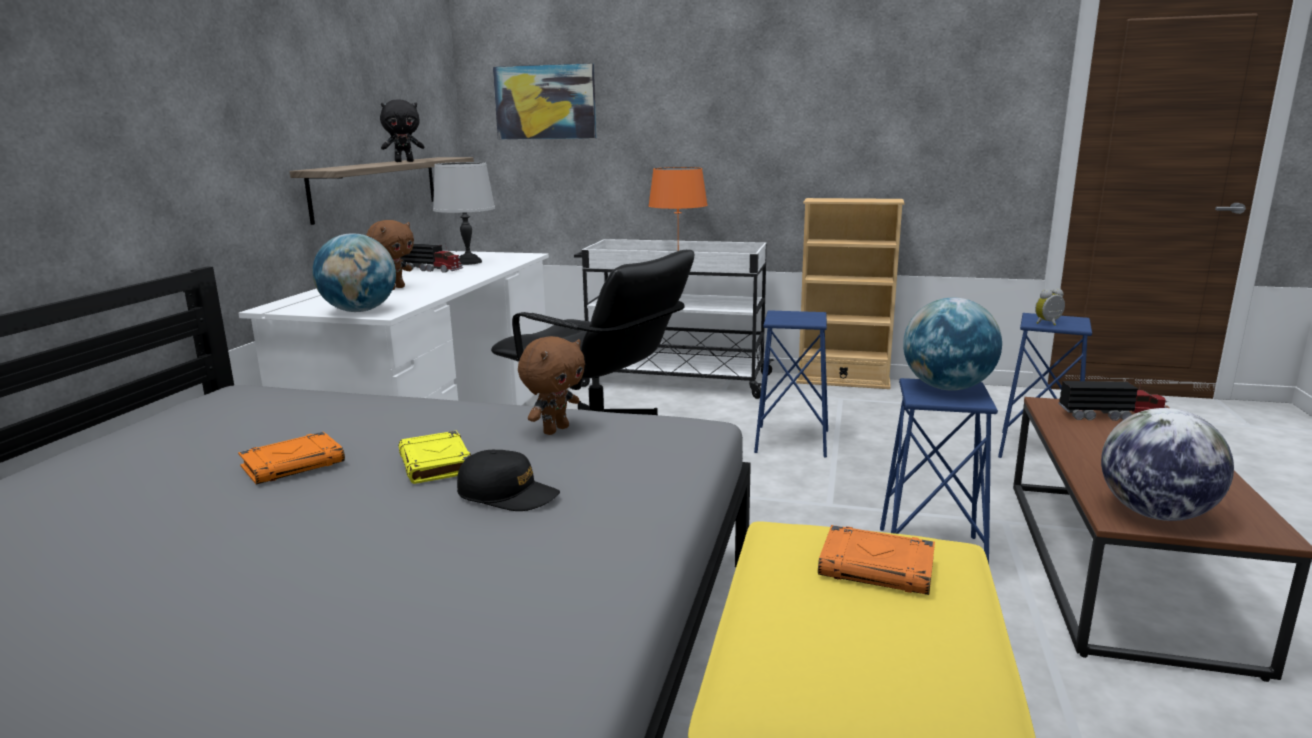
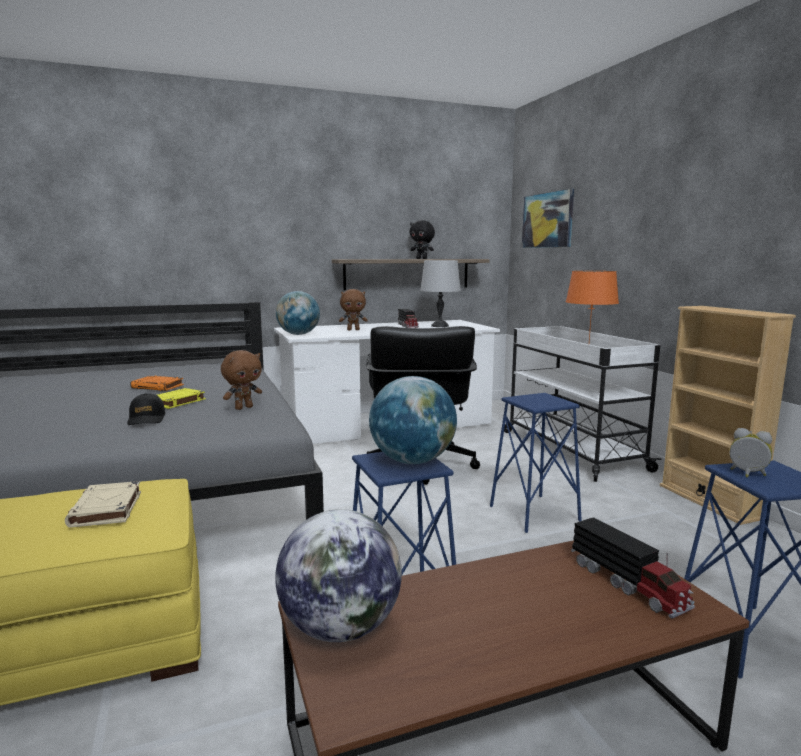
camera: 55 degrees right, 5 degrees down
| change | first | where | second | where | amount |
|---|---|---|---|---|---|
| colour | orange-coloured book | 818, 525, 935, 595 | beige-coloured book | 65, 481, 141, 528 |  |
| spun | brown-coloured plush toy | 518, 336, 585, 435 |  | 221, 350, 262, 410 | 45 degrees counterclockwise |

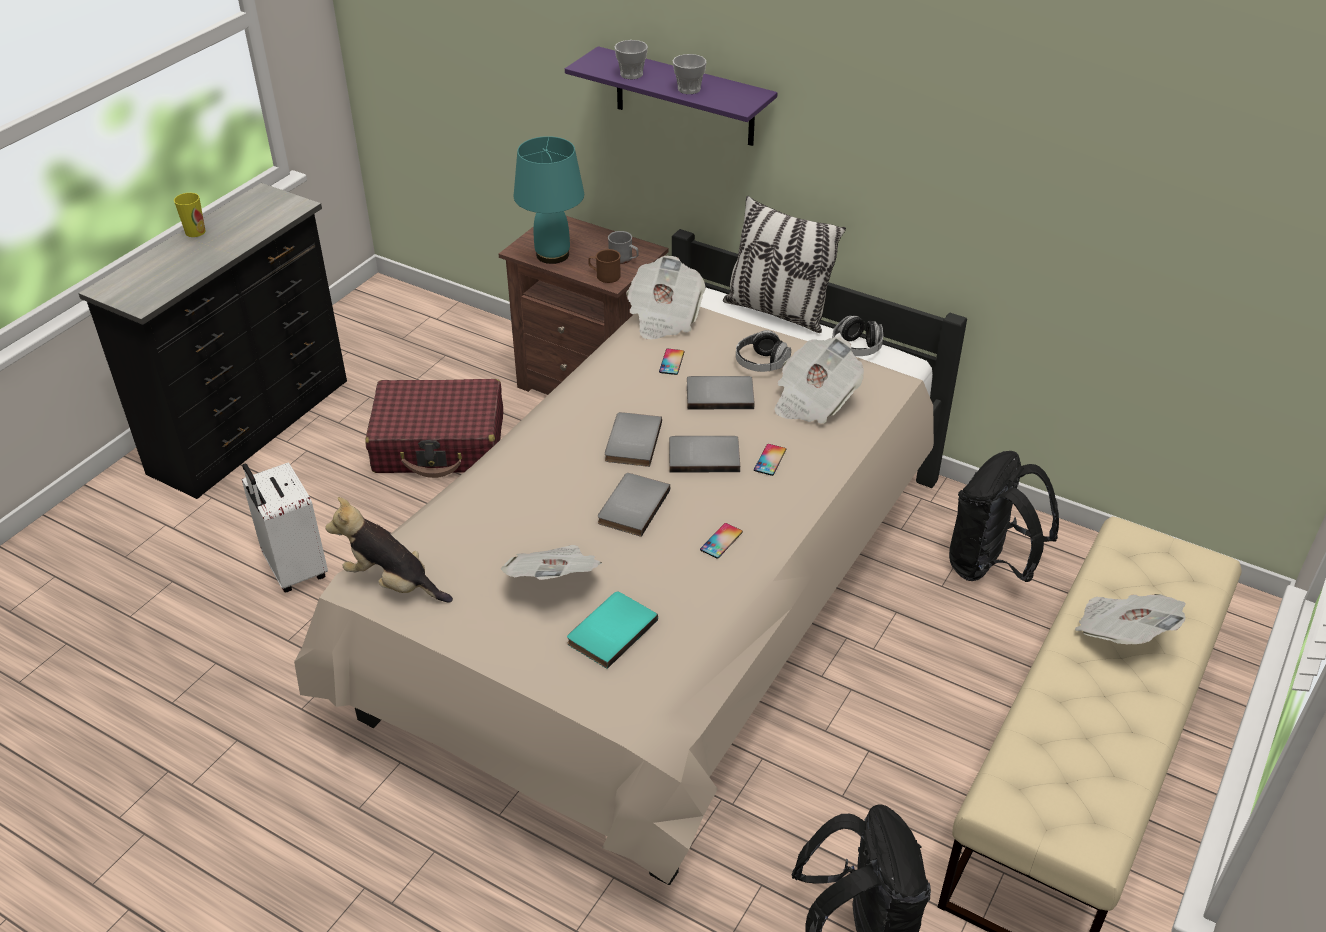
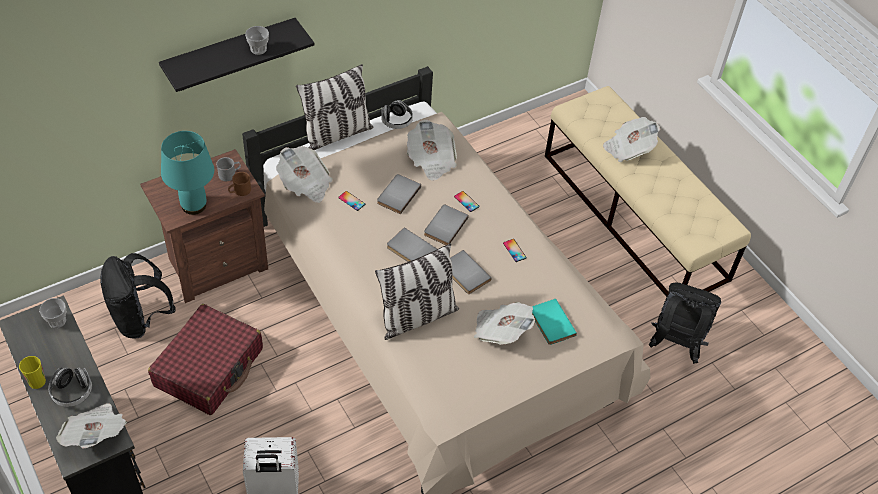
camera: 65 degrees left, 10 degrees up
| change | first | where | second | where | amount |
|---|---|---|---|---|---|
| missing | plush toy | 325, 497, 453, 603 |  |  |  |
| appeared |  |  | printed paper | 56, 403, 127, 449 |  |
| appeared |  |  | cushion | 375, 244, 459, 340 |  |
| relocated | drinking cup | 615, 40, 648, 79 |  | 39, 298, 66, 328 |  |
| relocated | headset | 736, 330, 791, 372 |  | 48, 367, 92, 407 |  |
| relocated | black rucksack | 949, 451, 1059, 582 |  | 100, 253, 176, 339 |  |
| colour | purple-coloured shelf | 565, 46, 777, 146 | black shelf | 159, 18, 314, 92 |  |

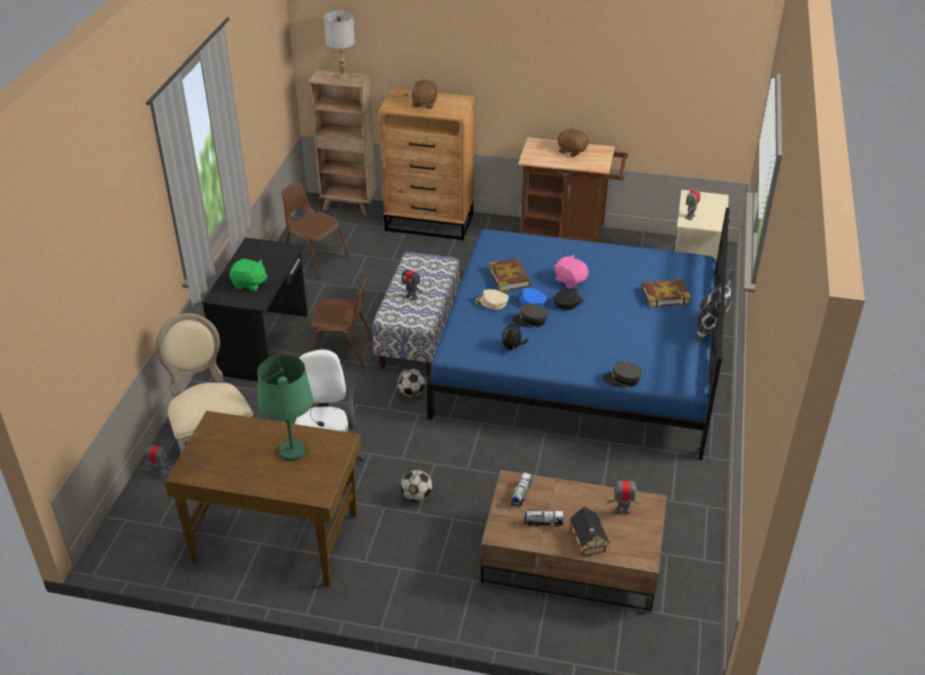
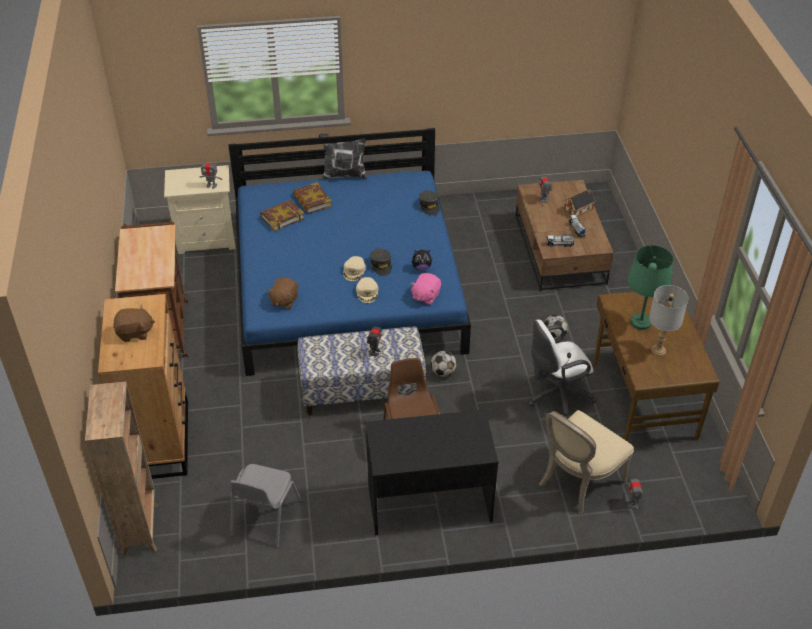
camera: 110 degrees left, 5 degrees up
| change | first | where | second | where | amount |
|---|---|---|---|---|---|
| missing | green-coloured plush toy | 230, 259, 268, 291 |  |  |  |
| missing | black peaked cap | 553, 288, 584, 310 |  |  |  |
| relocated | greyish tabletop lamp | 324, 10, 355, 81 |  | 649, 285, 688, 356 |  |
| relocated | book | 489, 258, 531, 292 |  | 260, 200, 304, 231 |  |
| relocated | pink-coloured plush toy | 554, 255, 589, 288 |  | 410, 273, 441, 305 |  |
| relocated | brown-coloured plush toy | 558, 128, 589, 157 |  | 267, 277, 298, 309 |  |
| colour | brown-coloured chair | 281, 182, 350, 279 | greyish chair | 230, 464, 301, 548 |  |
| colour | bluish peaked cap | 515, 288, 547, 306 | beige-coloured peaked cap | 343, 256, 366, 281 |  |

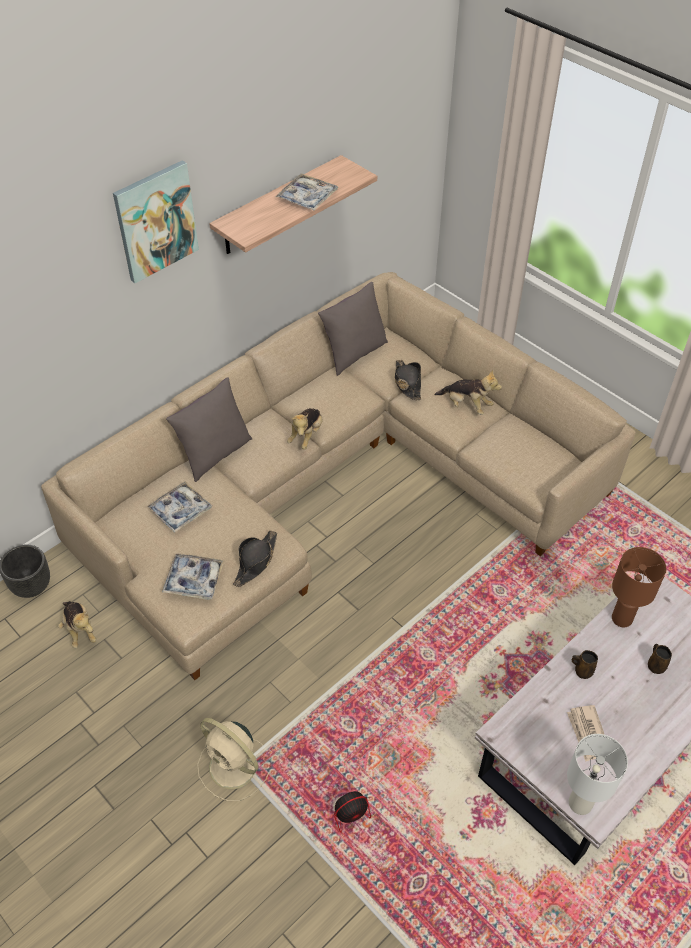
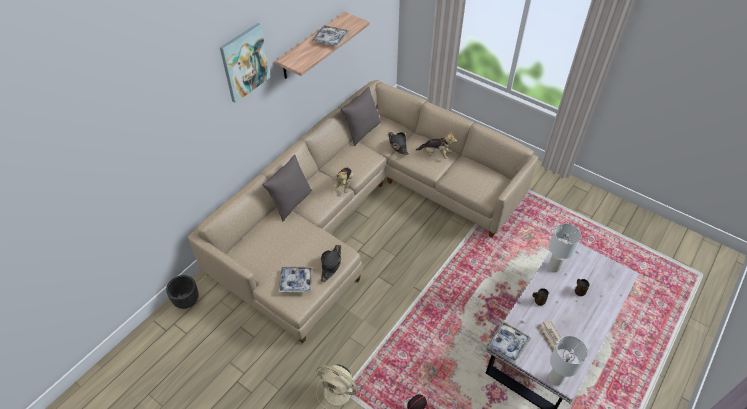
camera: 10 degrees left, 0 degrees up
| change | first | where | second | where | amount |
|---|---|---|---|---|---|
| missing | plush toy | 58, 601, 96, 648 |  |  |  |
| relocated | serving tray | 147, 481, 212, 533 |  | 487, 321, 531, 363 |  |
| colour | brown-coloured tabletop lamp | 612, 547, 666, 628 | white tabletop lamp | 548, 223, 581, 272 |  |

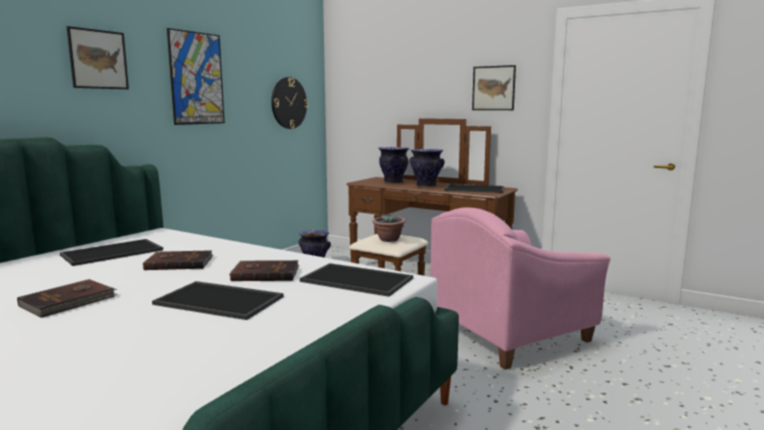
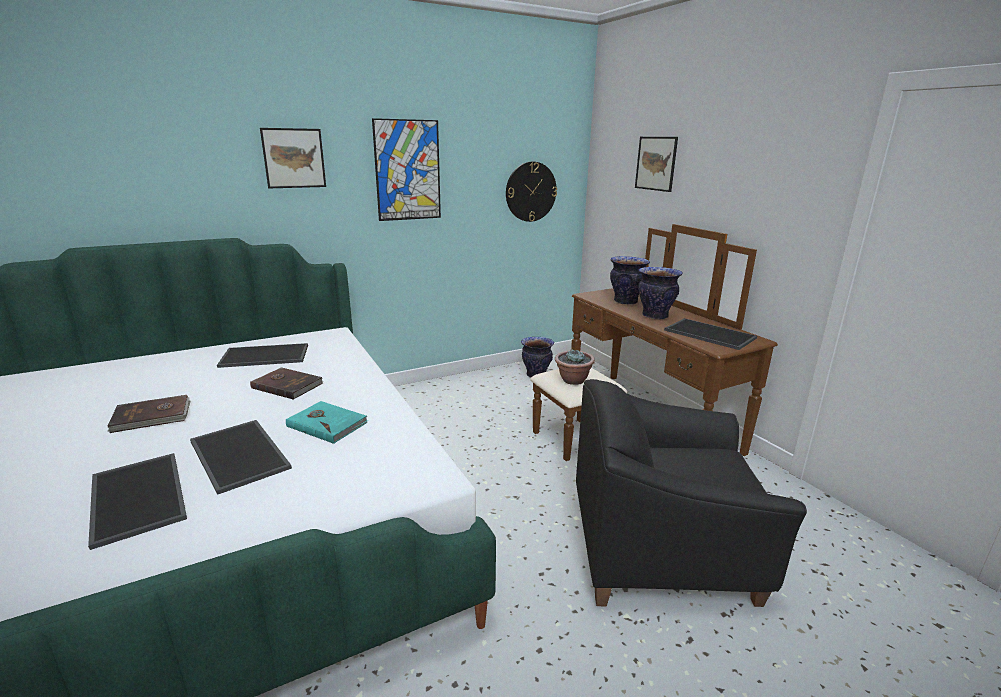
camera: 30 degrees right, 10 degrees up
| change | first | where | second | where | amount |
|---|---|---|---|---|---|
| relocated | serving tray | 300, 263, 413, 297 |  | 88, 453, 187, 550 |  |
| relocated | wall art | 472, 65, 516, 110 |  | 635, 137, 678, 192 |  |
| colour | brown-coloured book | 229, 260, 299, 281 | turquoise book | 286, 401, 368, 444 |  |
| colour | pink-coloured lounge chair | 430, 207, 611, 370 | black lounge chair | 576, 379, 807, 607 |  |

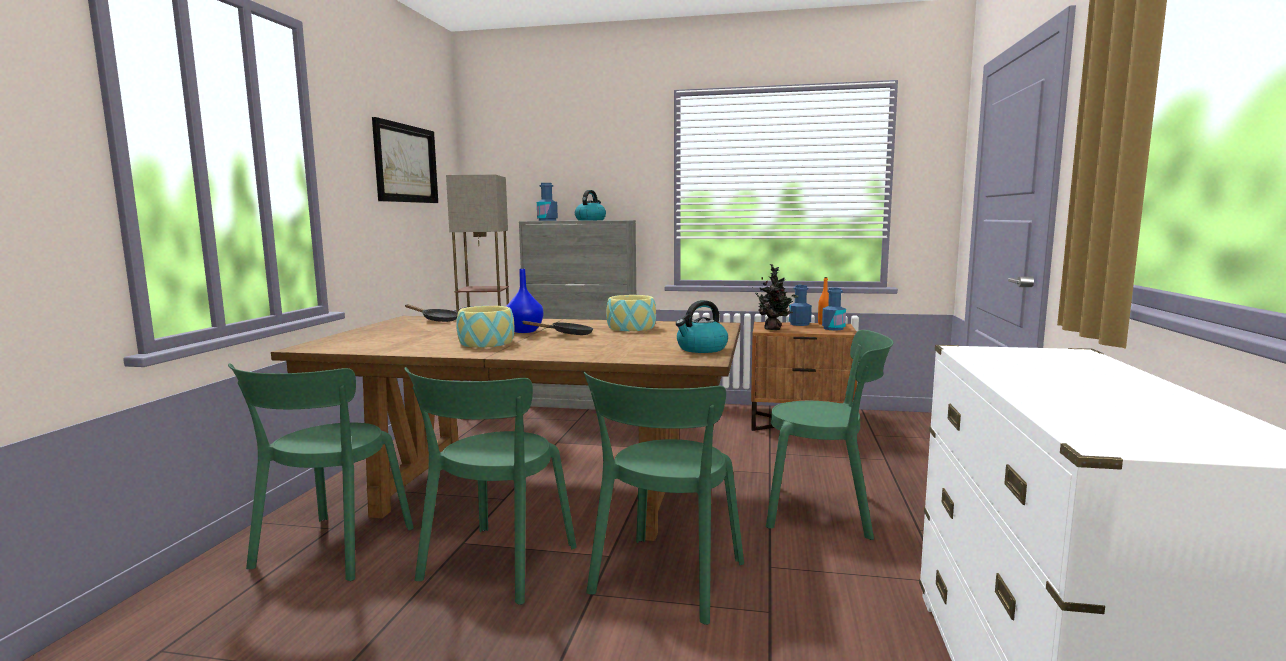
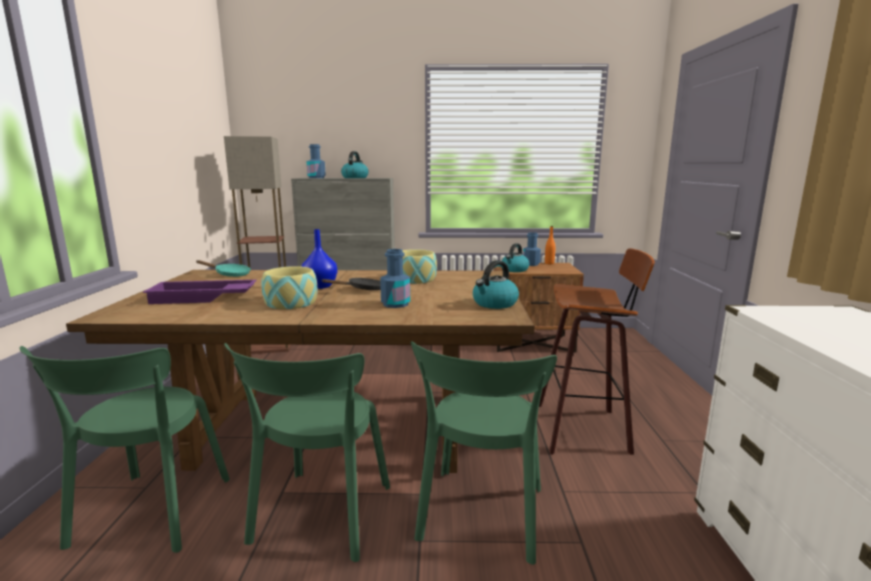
camera: 10 degrees left, 5 degrees up
| change | first | where | second | where | amount |
|---|---|---|---|---|---|
| missing | wall art | 372, 117, 438, 203 |  |  |  |
| appeared |  |  | purple-coloured serving tray | 143, 280, 257, 304 |  |
| relocated | bluish beverage bottle | 822, 288, 846, 331 |  | 380, 249, 410, 308 |  |
| exchanged | potted plant | 753, 264, 798, 330 | tea kettle | 502, 243, 529, 272 |  |
| exchanged | green-coloured chair | 766, 330, 893, 540 | stool seat | 539, 248, 655, 455 |  |
| colour | black skillet | 405, 304, 458, 322 | turquoise skillet | 196, 260, 251, 277 |  |

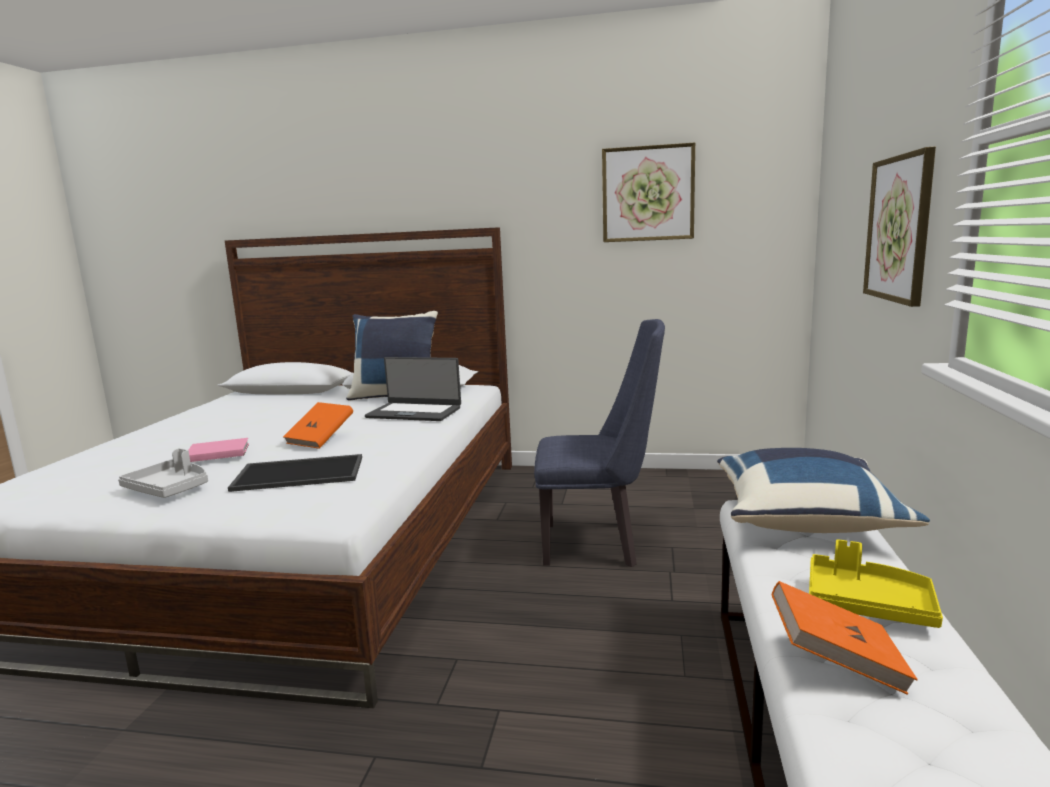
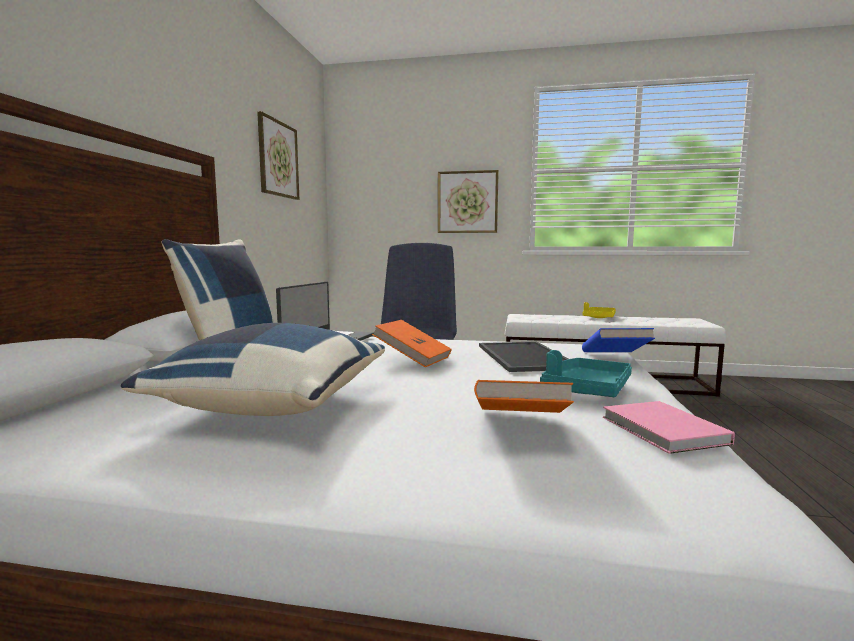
camera: 90 degrees left, 5 degrees down
| change | first | where | second | where | amount |
|---|---|---|---|---|---|
| appeared |  |  | bluish book | 582, 328, 655, 352 |  |
| relocated | pink-coloured book | 189, 438, 249, 462 |  | 603, 401, 735, 454 |  |
| relocated | bluish cushion | 717, 448, 930, 533 |  | 121, 323, 385, 416 |  |
| relocated | orange-coloured book | 771, 581, 918, 695 |  | 474, 380, 574, 413 |  |
| colour | greyish serving tray | 118, 448, 208, 498 | turquoise serving tray | 540, 350, 632, 397 |  |

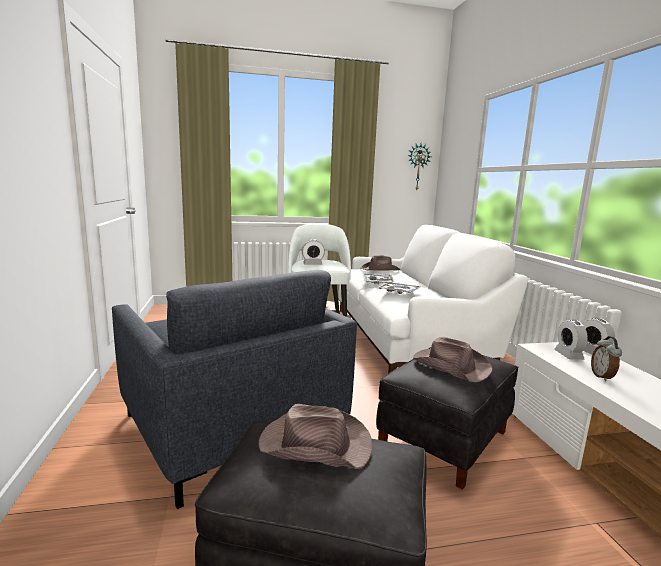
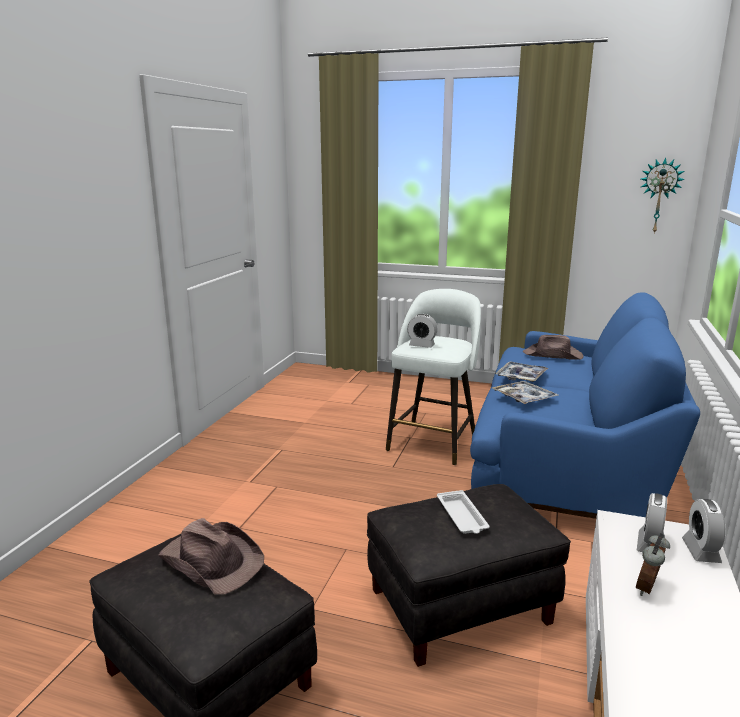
camera: 30 degrees right, 5 degrees up
| change | first | where | second | where | amount |
|---|---|---|---|---|---|
| missing | greyish lounge chair | 112, 270, 357, 509 |  |  |  |
| exchanged | brown-coloured wearable hat | 413, 337, 493, 382 | white serving tray | 437, 490, 490, 534 |  |
| colour | white sofa | 339, 225, 528, 373 | bluish sofa | 470, 292, 700, 519 |  |

